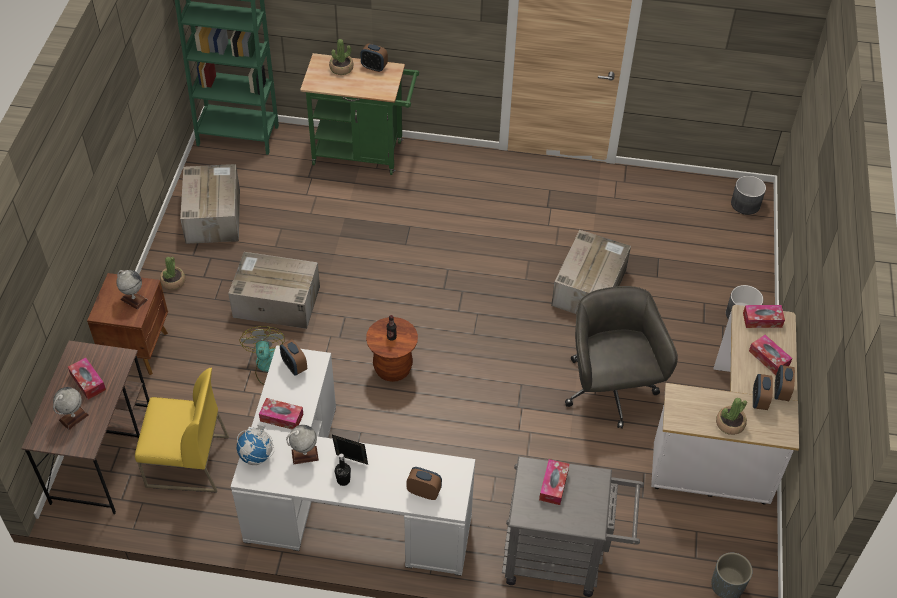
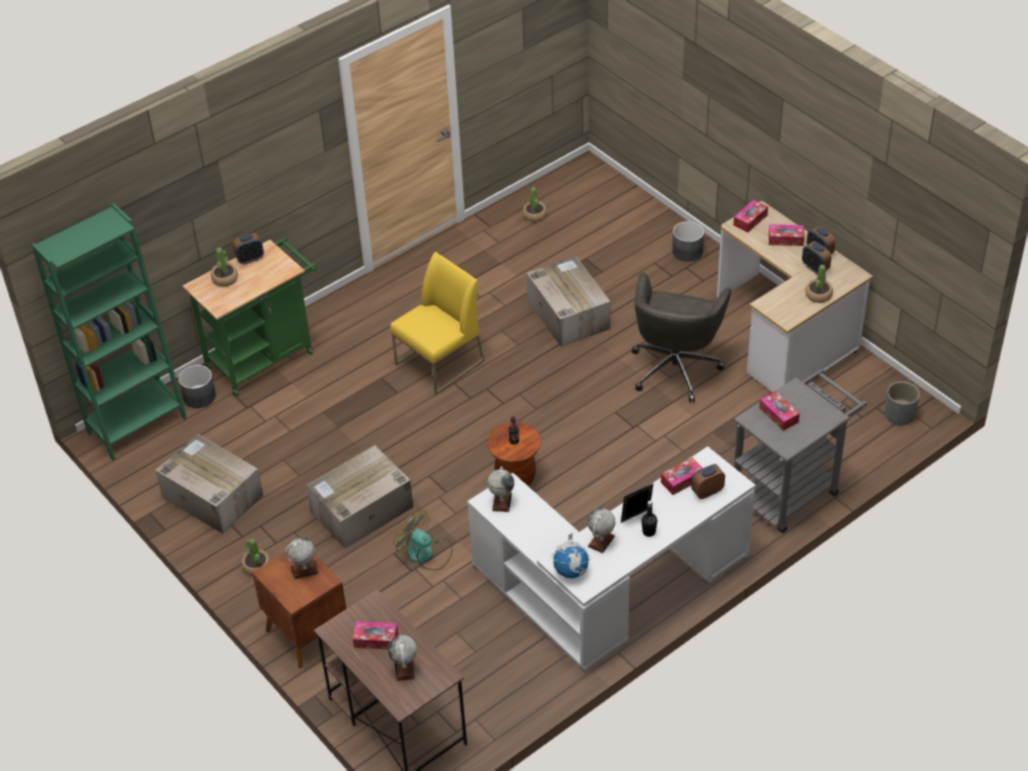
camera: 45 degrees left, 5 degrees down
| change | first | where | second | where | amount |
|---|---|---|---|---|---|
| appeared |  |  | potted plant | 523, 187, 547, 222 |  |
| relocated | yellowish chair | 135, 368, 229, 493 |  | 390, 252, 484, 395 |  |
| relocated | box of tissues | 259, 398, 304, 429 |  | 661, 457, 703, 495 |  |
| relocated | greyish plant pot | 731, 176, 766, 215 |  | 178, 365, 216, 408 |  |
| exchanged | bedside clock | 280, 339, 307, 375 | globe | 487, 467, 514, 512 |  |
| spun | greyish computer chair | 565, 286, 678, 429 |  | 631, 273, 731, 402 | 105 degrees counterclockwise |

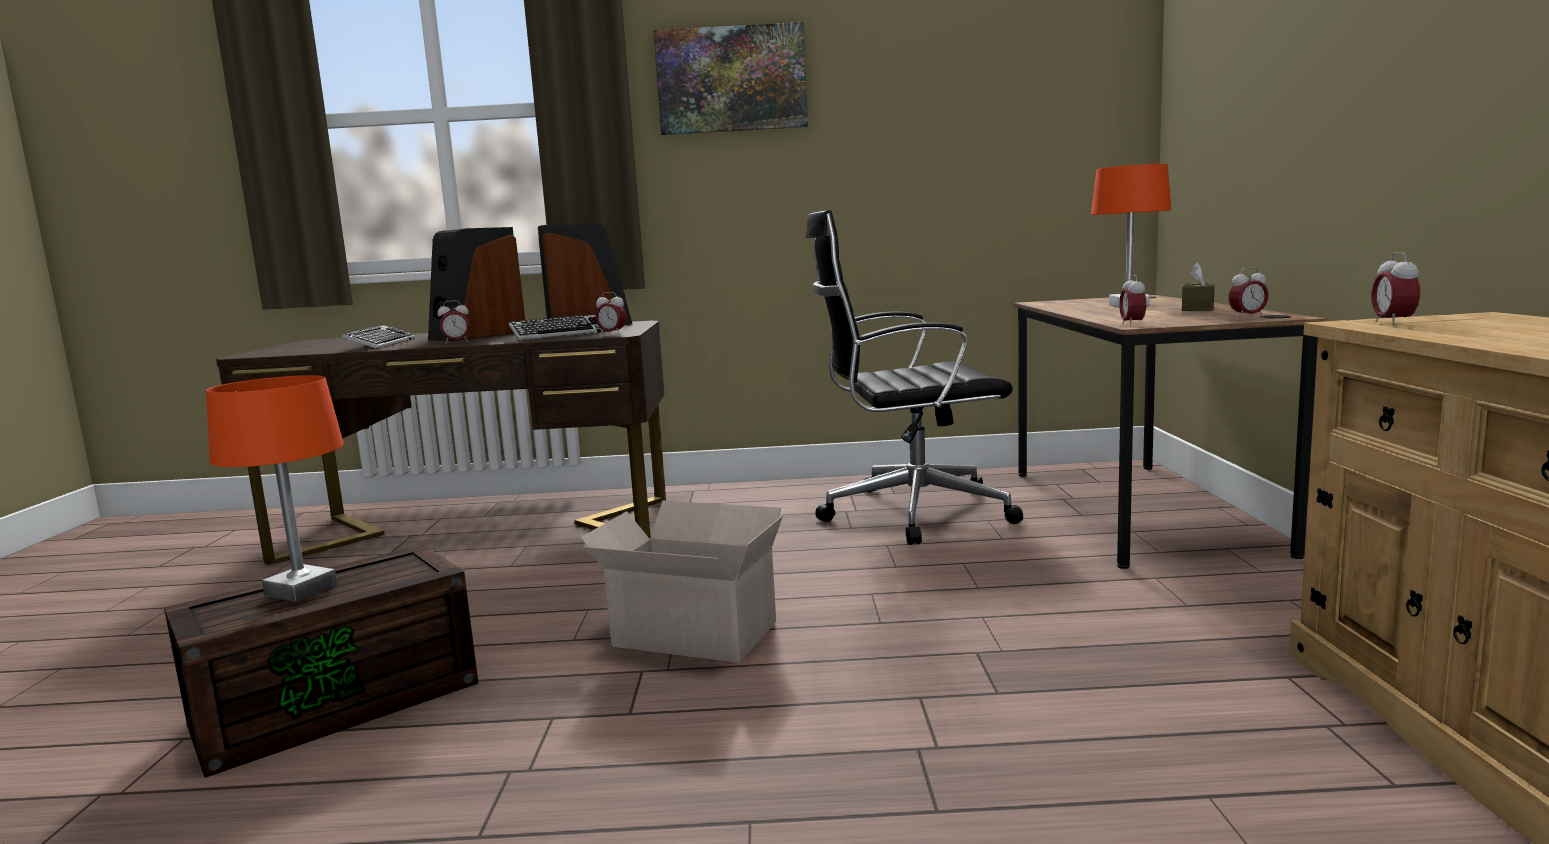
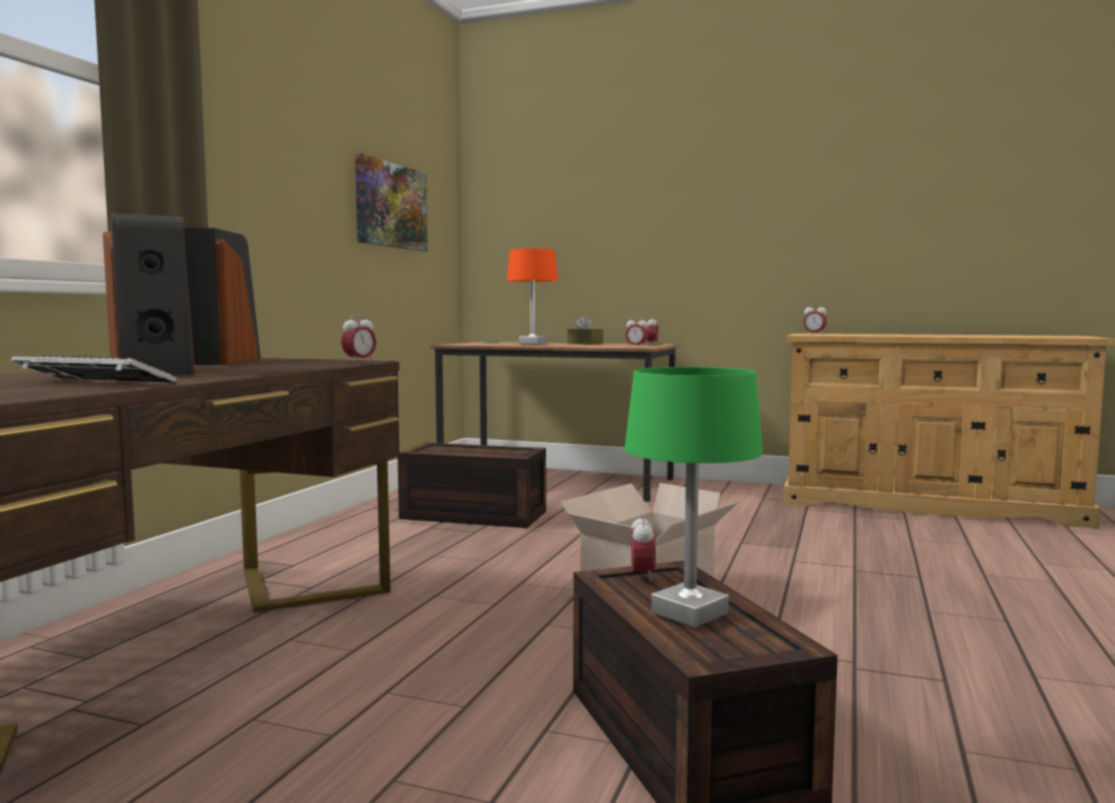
camera: 70 degrees left, 5 degrees down
| change | first | where | second | where | amount |
|---|---|---|---|---|---|
| missing | computer keyboard | 509, 315, 608, 341 |  |  |  |
| relocated | bedside clock | 437, 300, 470, 344 |  | 631, 513, 656, 582 |  |
| relocated | wall art | 653, 22, 808, 135 |  | 355, 153, 428, 251 |  |
| exchanged | black computer chair | 806, 210, 1023, 545 | brown-coloured storage box | 398, 443, 546, 528 |  |
| colour | orange-coloured tabletop lamp | 206, 375, 343, 602 | green-coloured tabletop lamp | 624, 367, 763, 628 |  |

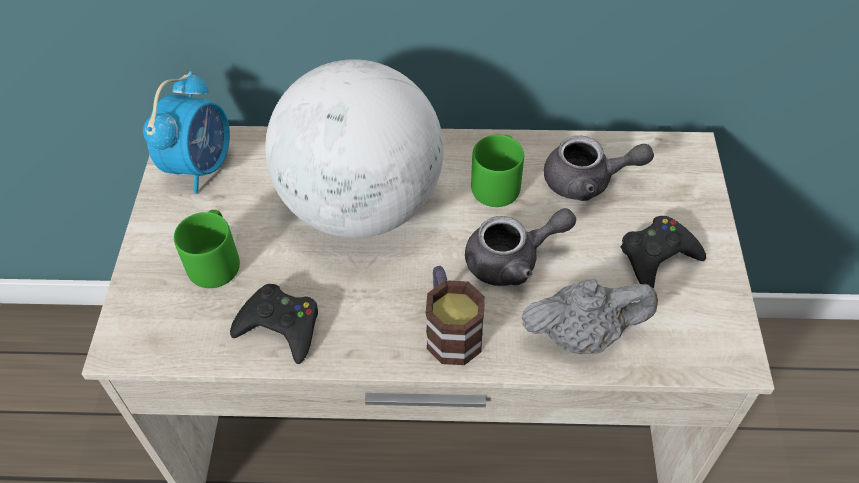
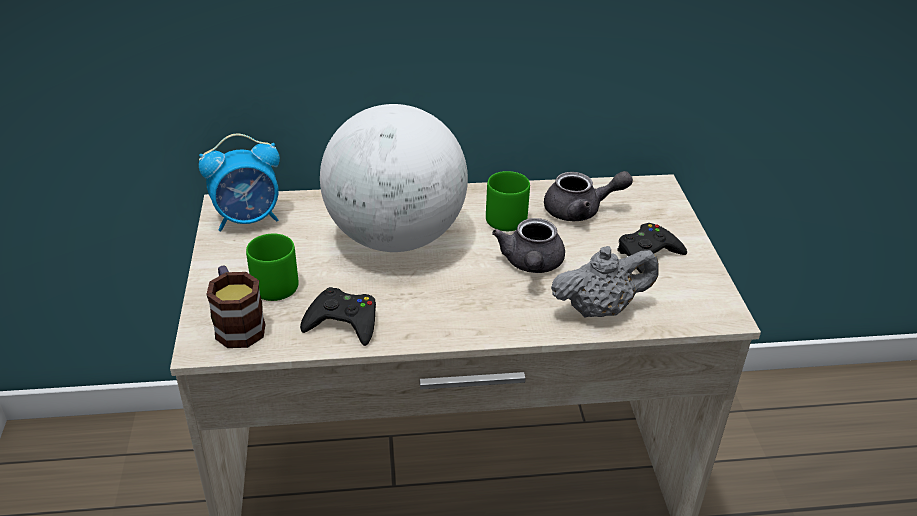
camera: 10 degrees left, 15 degrees down
| change | first | where | second | where | amount |
|---|---|---|---|---|---|
| relocated | mug | 426, 266, 485, 365 |  | 206, 266, 266, 348 |  |
| spun | bedside clock | 143, 71, 230, 194 |  | 199, 134, 280, 231 | 60 degrees clockwise |
| spun | greyish tea pot | 465, 208, 576, 286 |  | 492, 218, 565, 273 | 120 degrees clockwise |

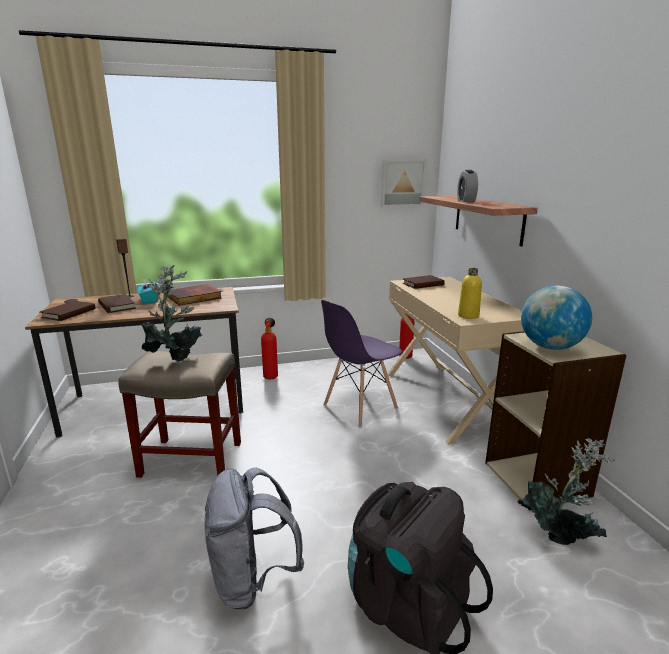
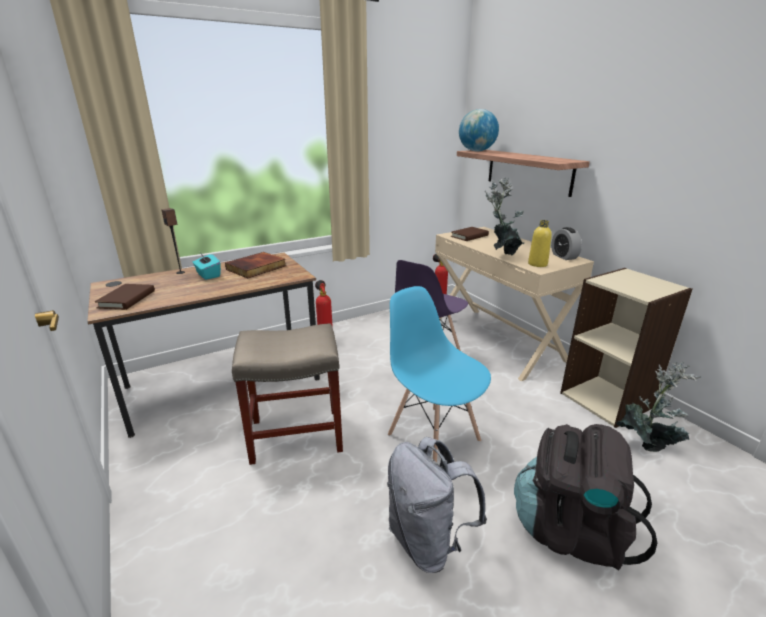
camera: 15 degrees left, 5 degrees up
| change | first | where | second | where | amount |
|---|---|---|---|---|---|
| missing | brown-coloured book | 98, 294, 136, 313 |  |  |  |
| missing | wall art | 381, 161, 426, 207 |  |  |  |
| appeared |  |  | bluish chair | 388, 286, 491, 462 |  |
| relocated | potted plant | 141, 265, 202, 361 |  | 485, 177, 525, 255 |  |
| relocated | bedside clock | 457, 170, 478, 202 |  | 551, 227, 582, 260 |  |
| relocated | globe | 521, 286, 592, 350 |  | 459, 109, 499, 151 |  |

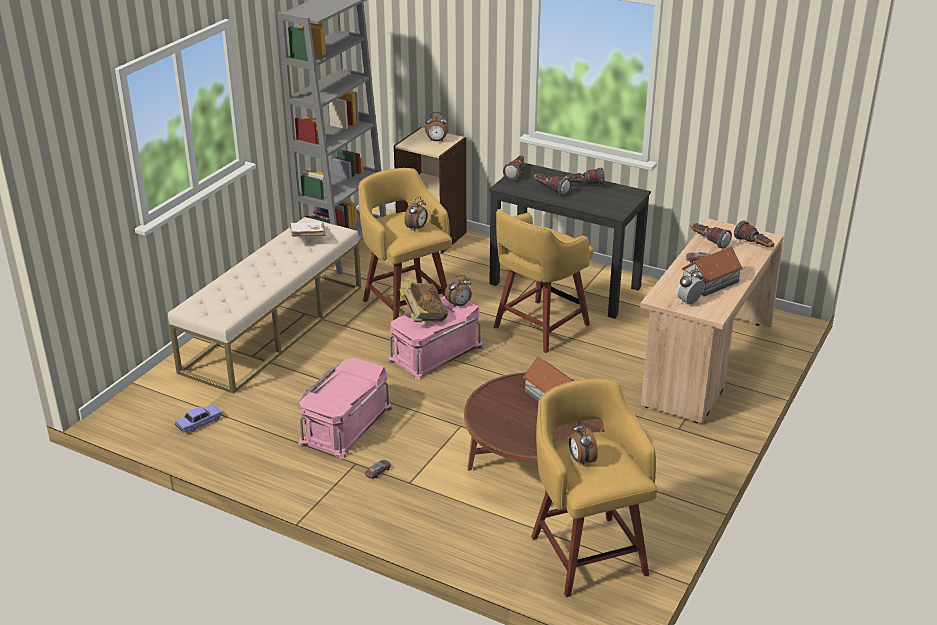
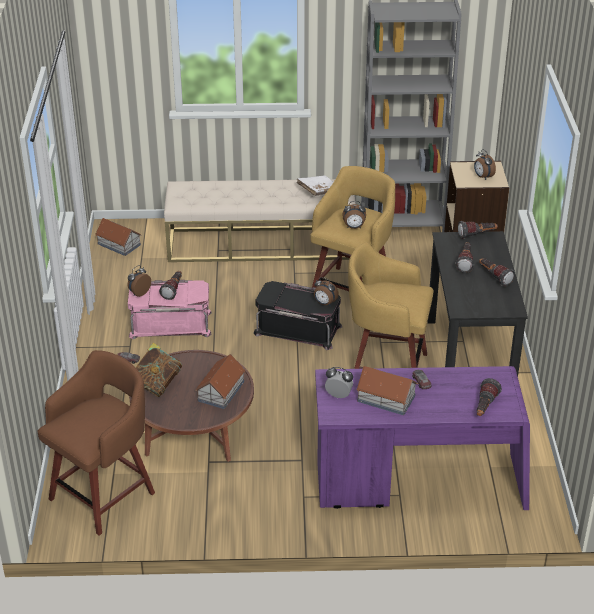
camera: 60 degrees right, 5 degrees up
| change | first | where | second | where | amount |
|---|---|---|---|---|---|
| missing | miniature car | 174, 405, 223, 433 |  |  |  |
| appeared |  |  | toy house | 95, 218, 141, 256 |  |
| relocated | book | 399, 280, 448, 322 |  | 136, 343, 182, 397 |  |
| relocated | bedside clock | 569, 421, 598, 466 |  | 128, 265, 151, 297 |  |
| relocated | hand torch | 690, 223, 732, 249 |  | 159, 271, 182, 300 |  |
| colour | pink-coloured storage box | 388, 296, 483, 380 | black storage box | 254, 281, 342, 350 |  |
| colour | yellowish stool seat | 531, 378, 657, 597 | brown-coloured stool seat | 38, 350, 155, 536 |  |
| colour | beige-coloured desk table | 640, 219, 784, 423 | purple-coloured desk table | 315, 366, 530, 510 |  |

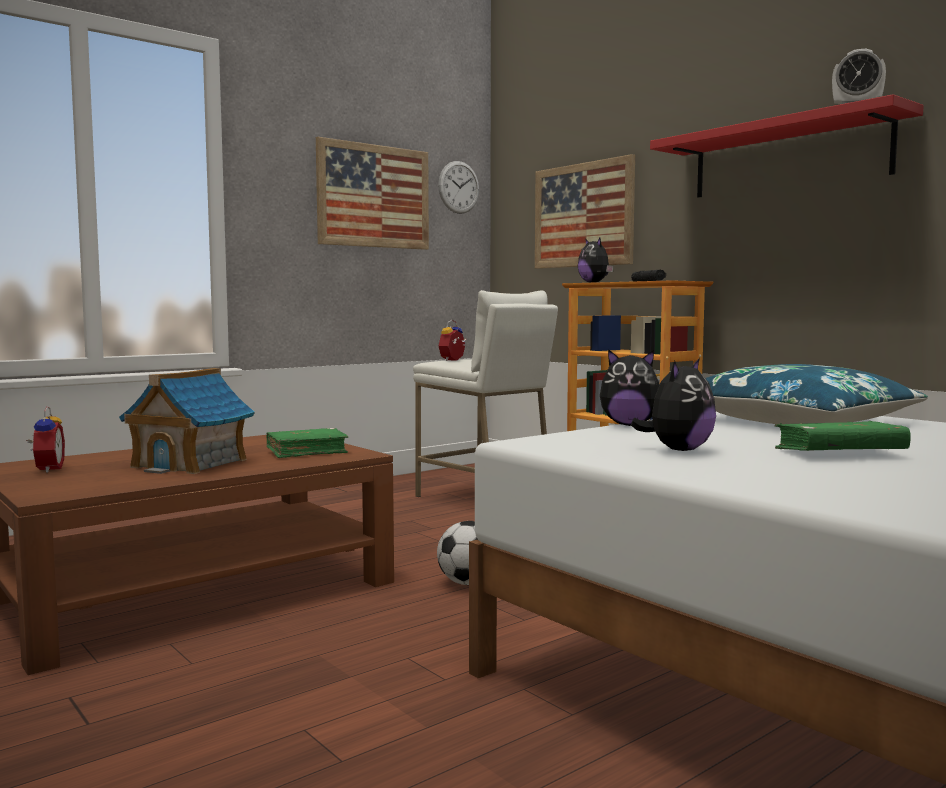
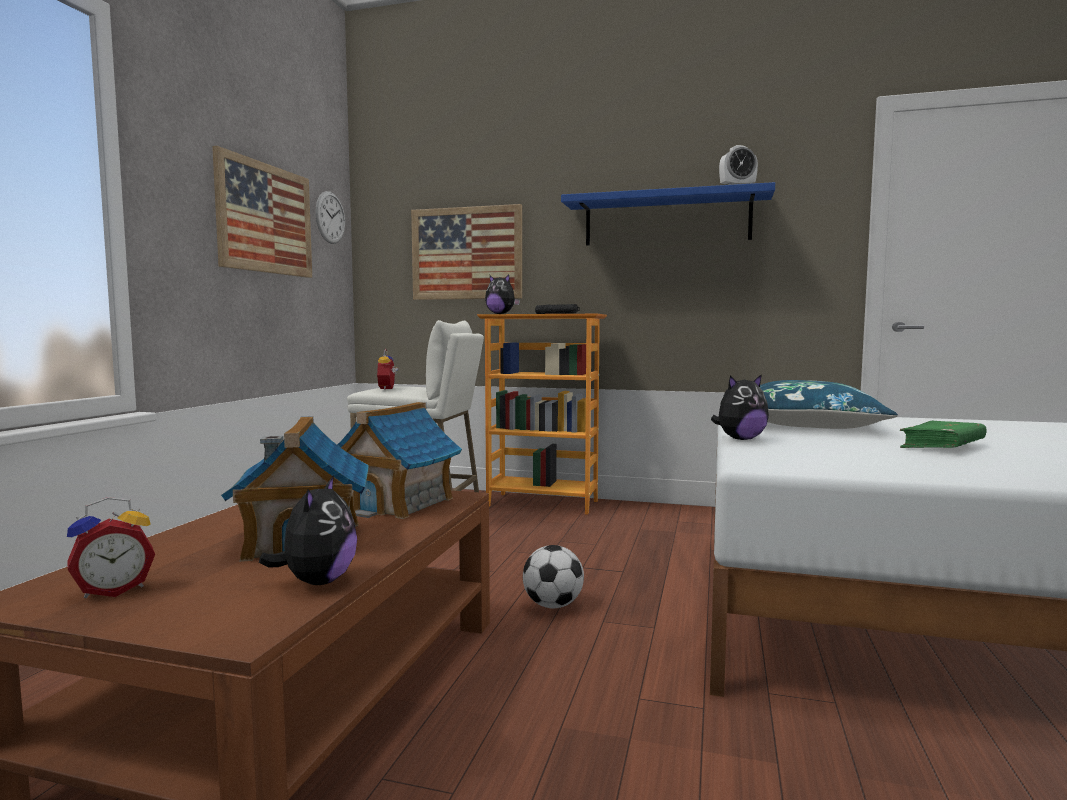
camera: 35 degrees left, 0 degrees up
| change | first | where | second | where | amount |
|---|---|---|---|---|---|
| relocated | plush toy | 631, 358, 716, 451 |  | 259, 475, 357, 585 |  |
| exchanged | green-coloured book | 266, 428, 348, 458 | toy house | 337, 402, 462, 519 |  |
| colour | red shelf | 650, 94, 924, 198 | bluish shelf | 561, 182, 775, 246 |  |
| spun | bedside clock | 26, 406, 65, 473 |  | 67, 497, 155, 598 | 105 degrees clockwise |

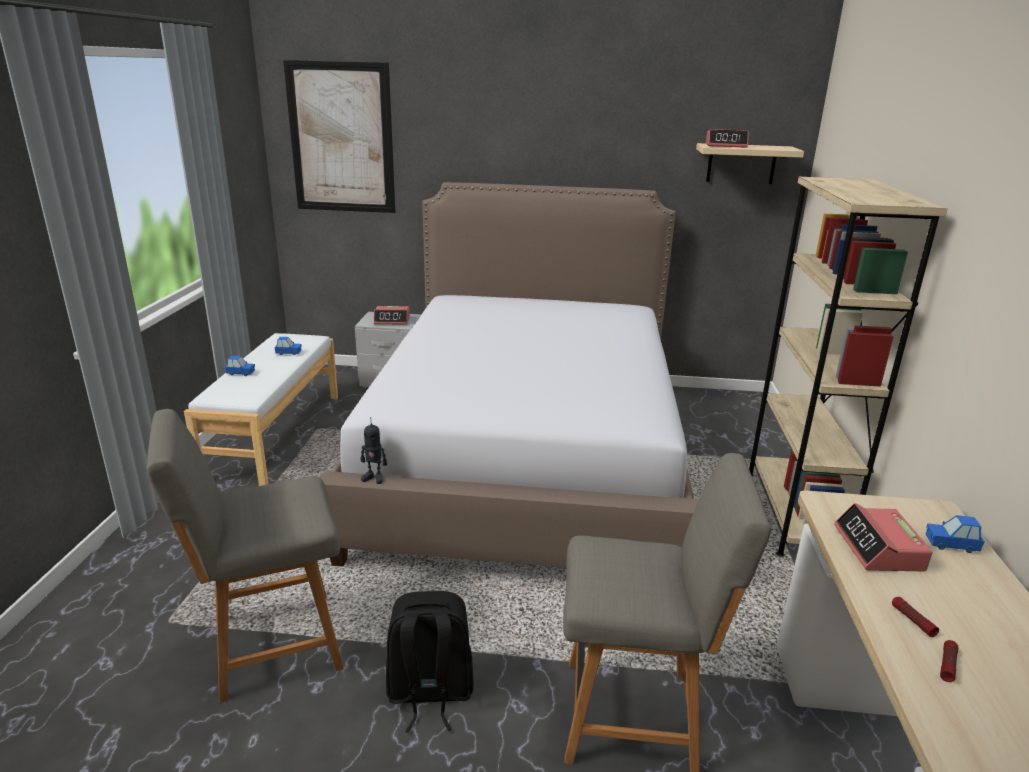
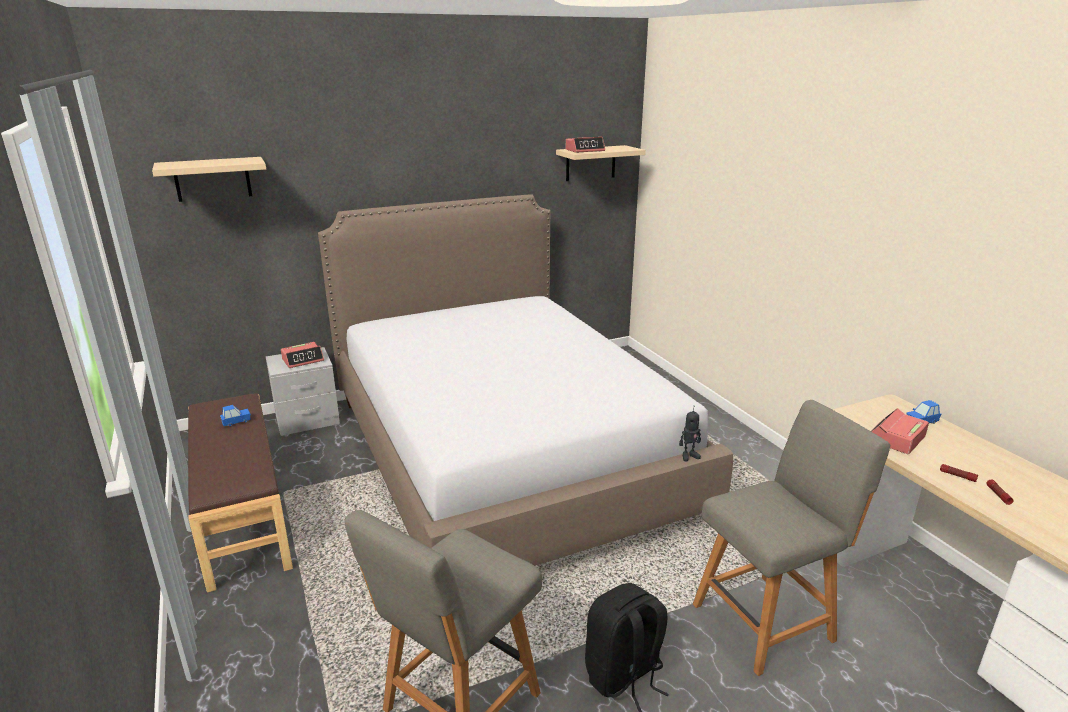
camera: 30 degrees left, 0 degrees up
| change | first | where | second | where | amount |
|---|---|---|---|---|---|
| missing | bluish miniature car | 225, 356, 255, 376 |  |  |  |
| missing | beige-coloured bookcase | 749, 177, 948, 557 |  |  |  |
| relocated | model robot | 360, 417, 387, 484 |  | 679, 409, 701, 461 |  |
| exchanged | wall art | 283, 60, 396, 213 | beige-coloured shelf | 152, 157, 266, 202 |  |
| colour | white long seat | 184, 333, 338, 486 | brown-coloured long seat | 188, 393, 293, 592 |  |
| spun | bedside clock | 834, 503, 932, 571 |  | 871, 408, 929, 454 | 75 degrees clockwise |

